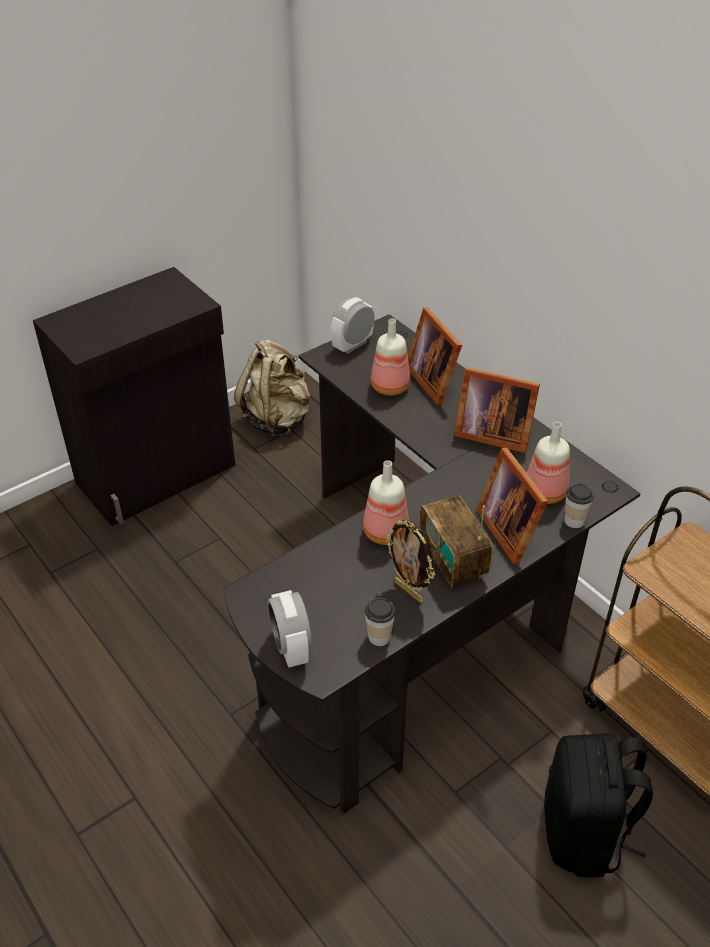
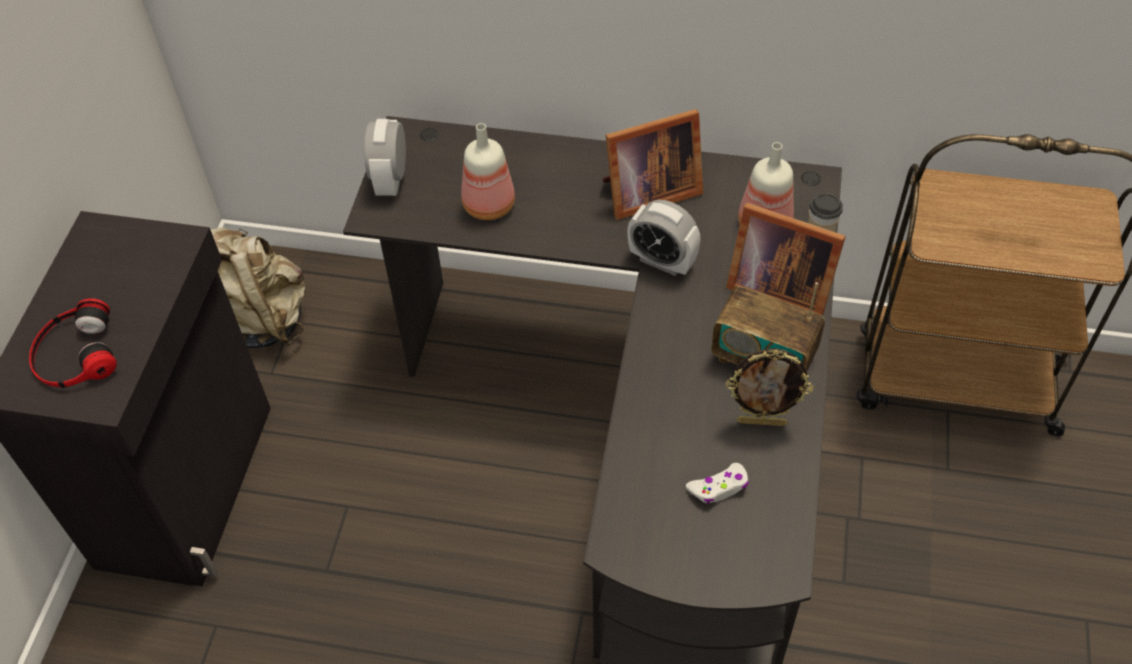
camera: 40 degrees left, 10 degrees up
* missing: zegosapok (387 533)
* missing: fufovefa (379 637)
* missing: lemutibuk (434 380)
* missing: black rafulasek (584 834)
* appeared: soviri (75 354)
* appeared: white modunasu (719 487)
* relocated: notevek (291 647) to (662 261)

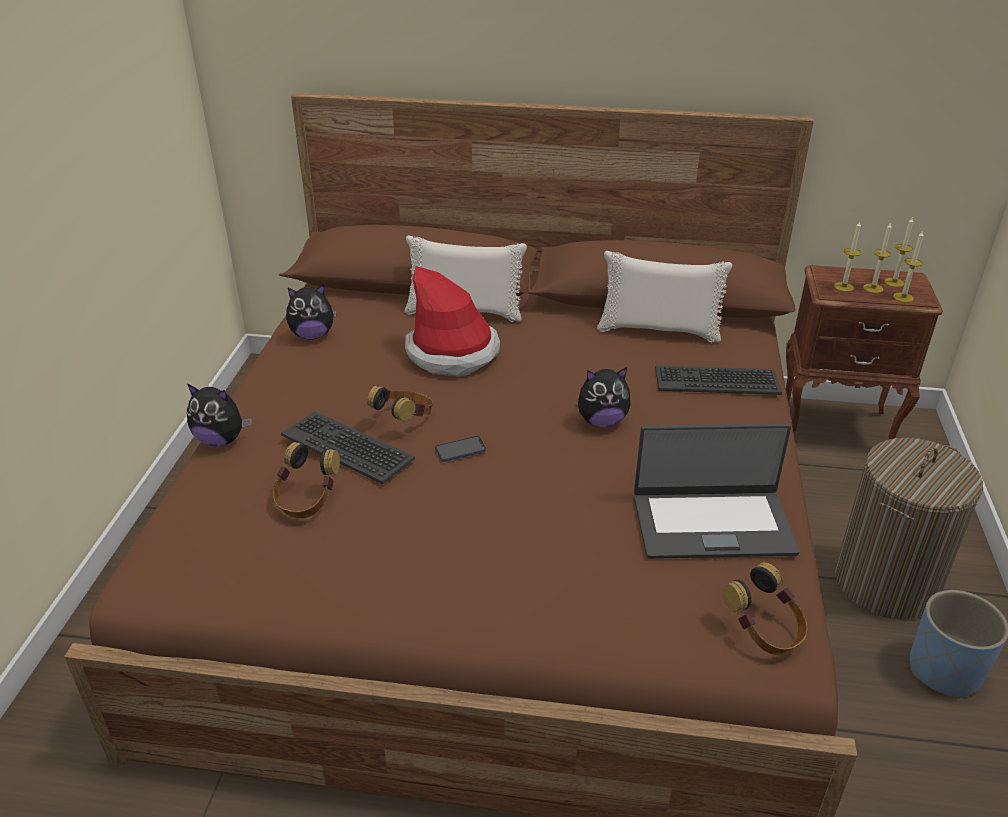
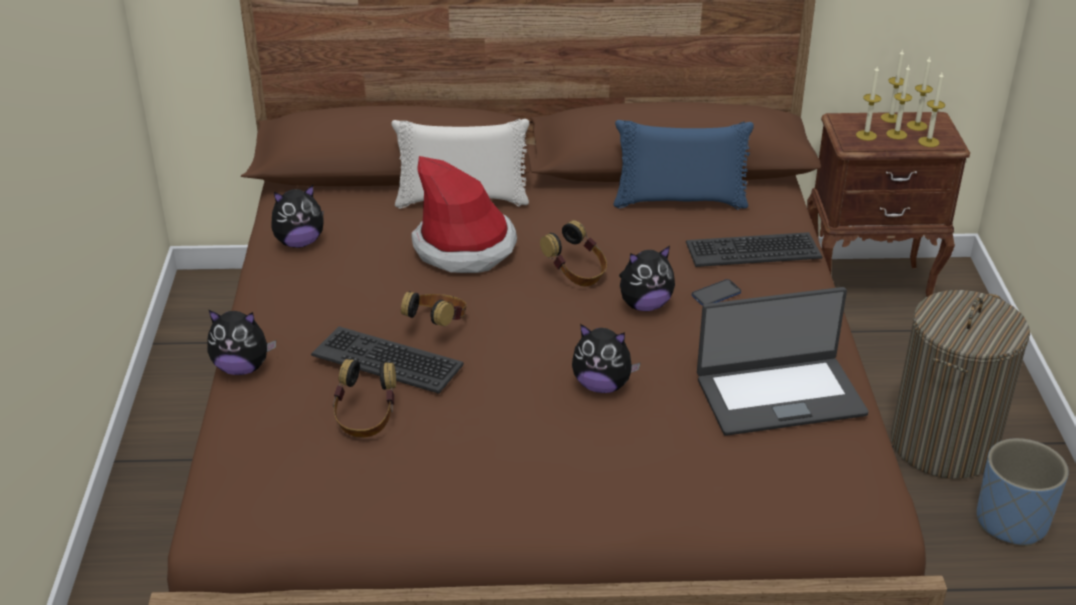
camera: 10 degrees left, 0 degrees up
* appeared: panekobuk (602 385)
* appeared: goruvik (890 118)
* relocated: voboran (460 450) to (716 294)
* relocated: soviri (764 631) to (576 274)
* colour: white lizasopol (659 330) to blue lizasopol (680 201)

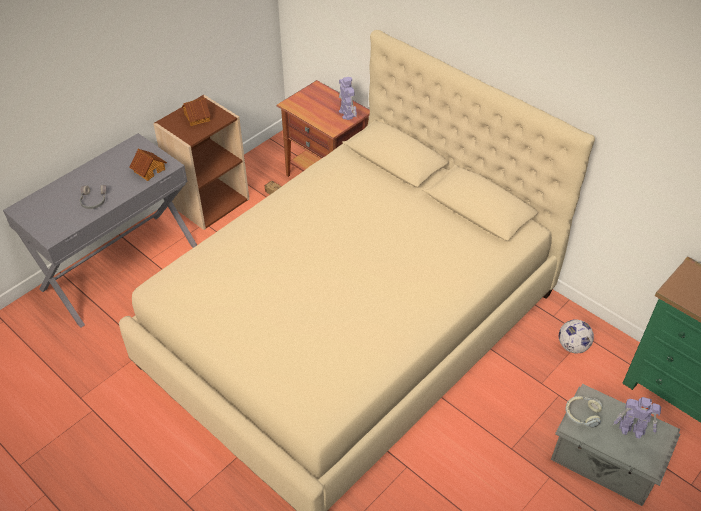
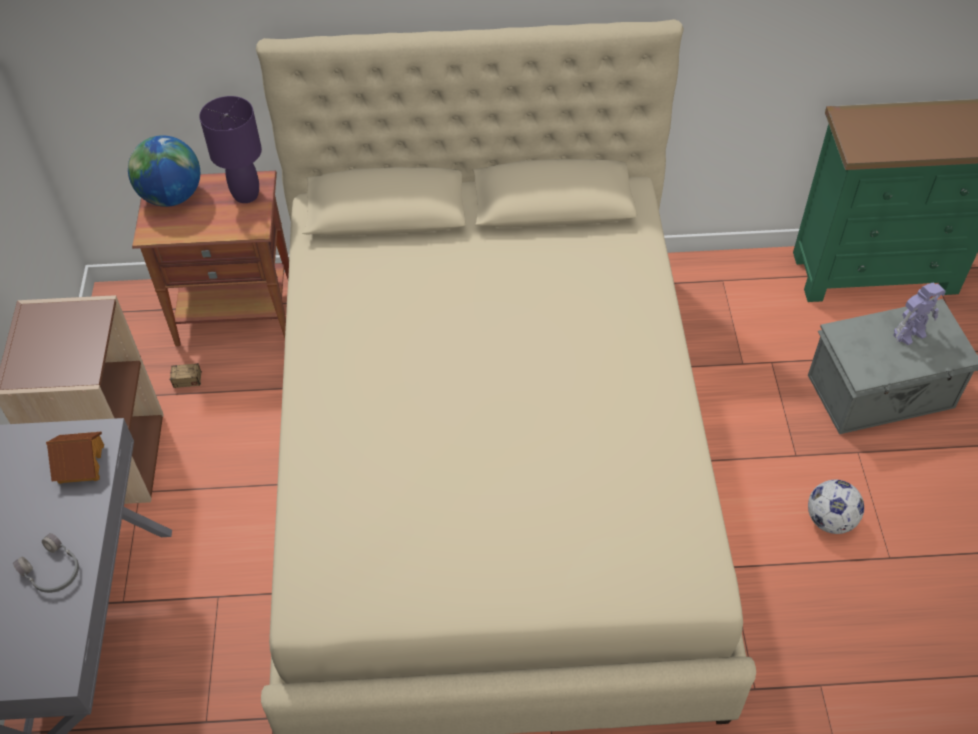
camera: 45 degrees left, 5 degrees up
* missing: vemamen (196 117)
* missing: soviri (582 414)
* appeared: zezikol (172 197)
* relocated: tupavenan (572 346) to (830 520)
* exchanged: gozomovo (346 113) to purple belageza (245 195)

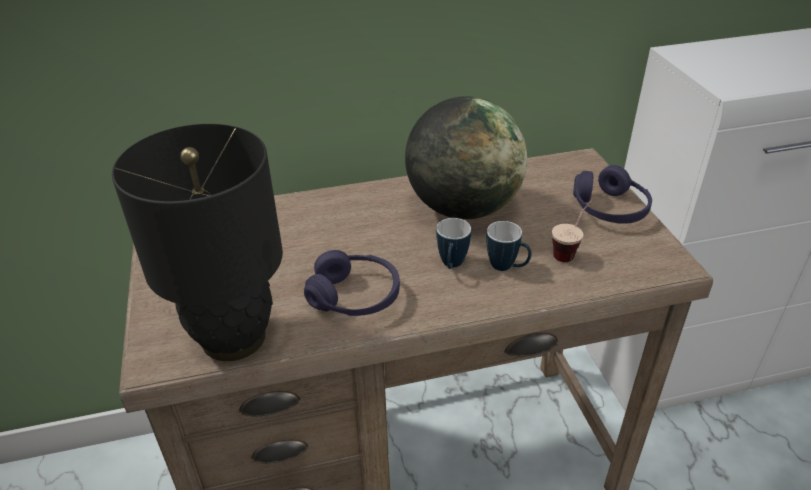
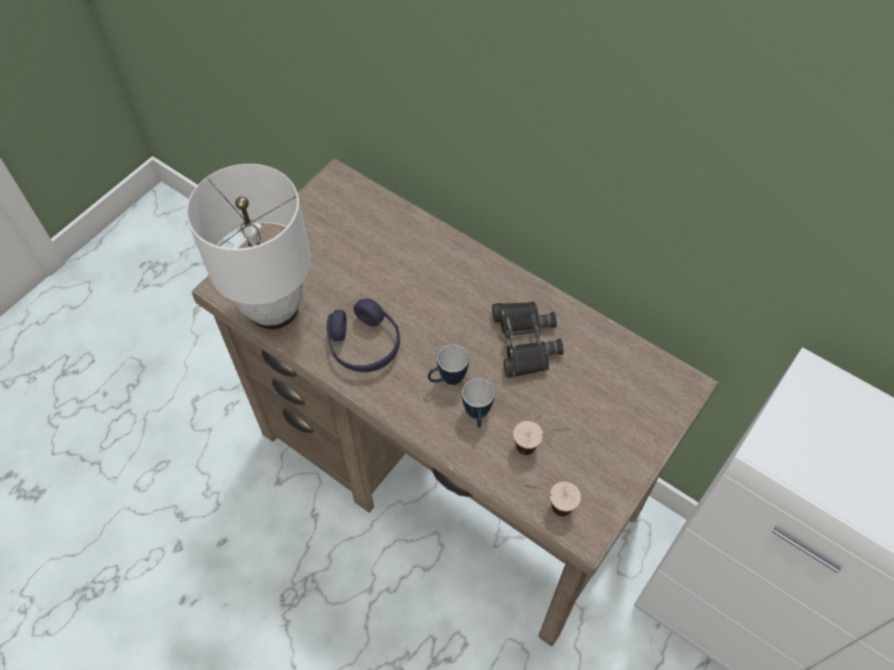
camera: 50 degrees right, 20 degrees up
* missing: purple soviri (609 209)
* appeared: fufovefa (549 506)
* exchanged: zezikol (462 208) to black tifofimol (524 342)
* colour: black belageza (234 338) to white belageza (274 309)

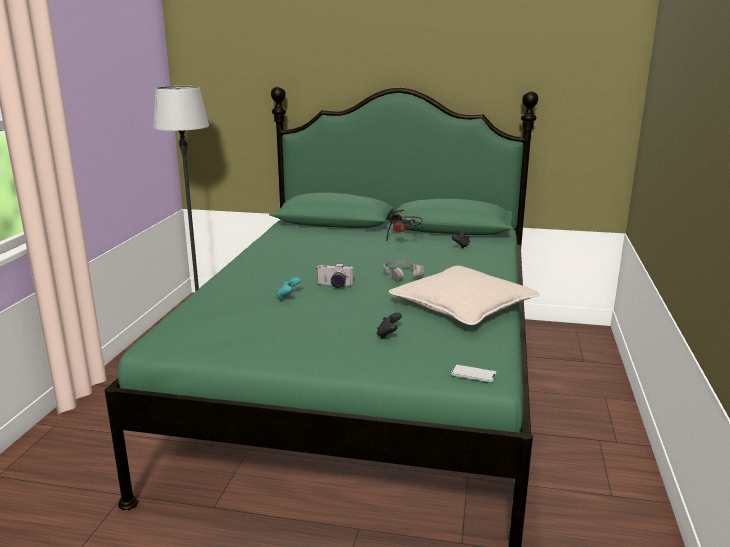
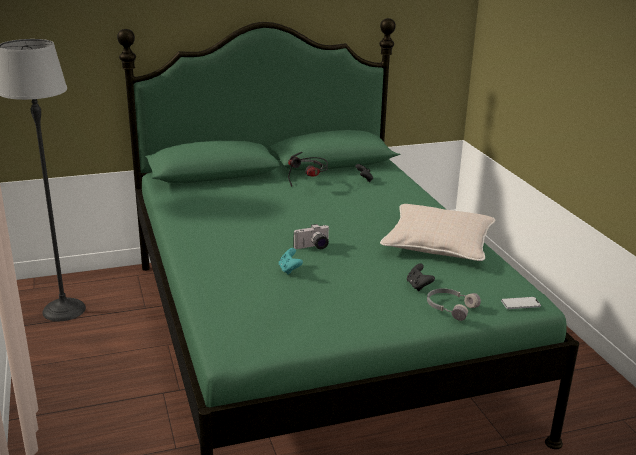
camera: 30 degrees left, 5 degrees up
* relocated: grey soviri (401 274) to (450 308)

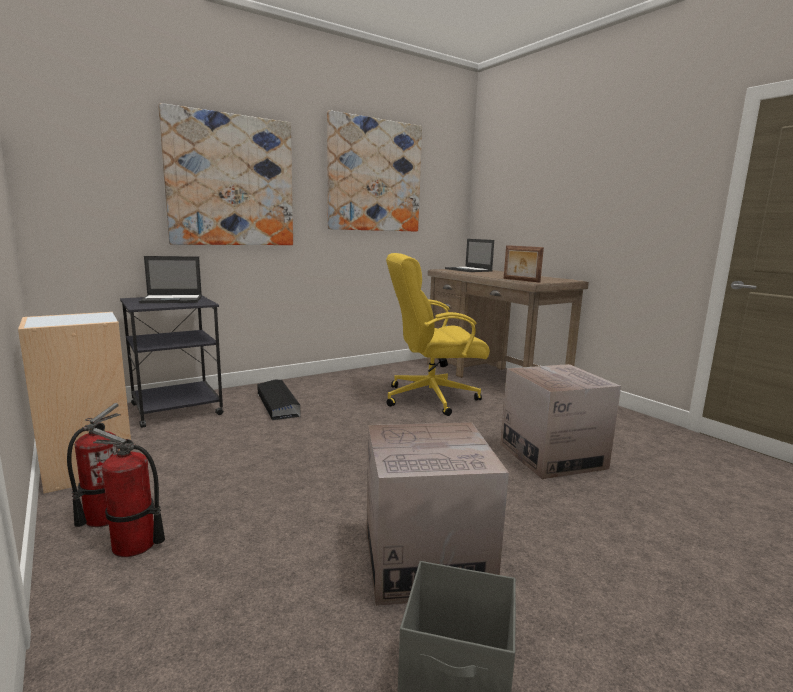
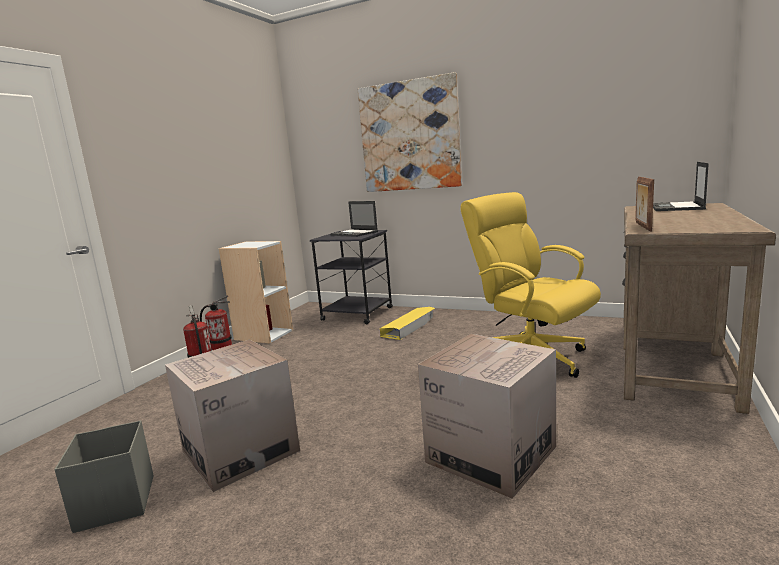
camera: 60 degrees right, 0 degrees up
* missing: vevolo (375 176)
* colour: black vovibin (277 404) to yellow vovibin (409 327)

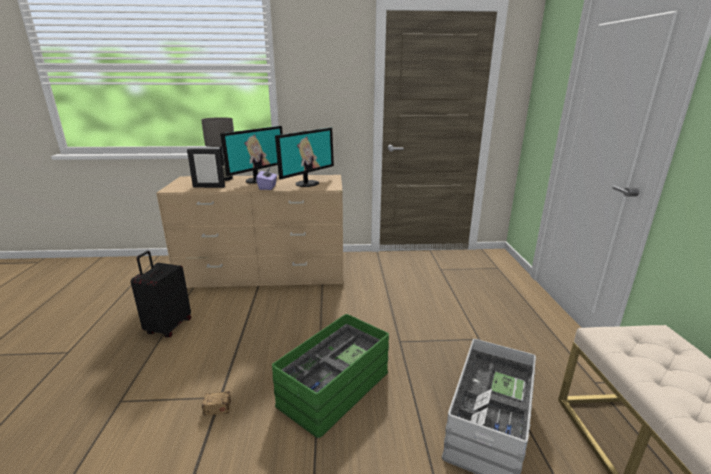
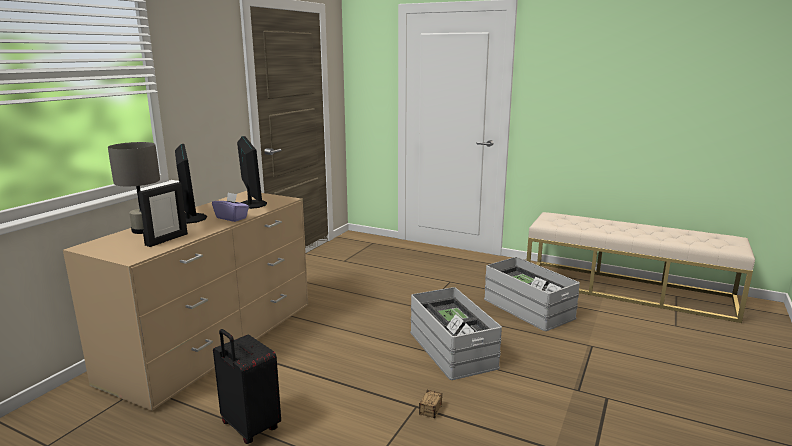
camera: 60 degrees left, 5 degrees down
* colour: green vovibin (335 388) to grey vovibin (453 349)

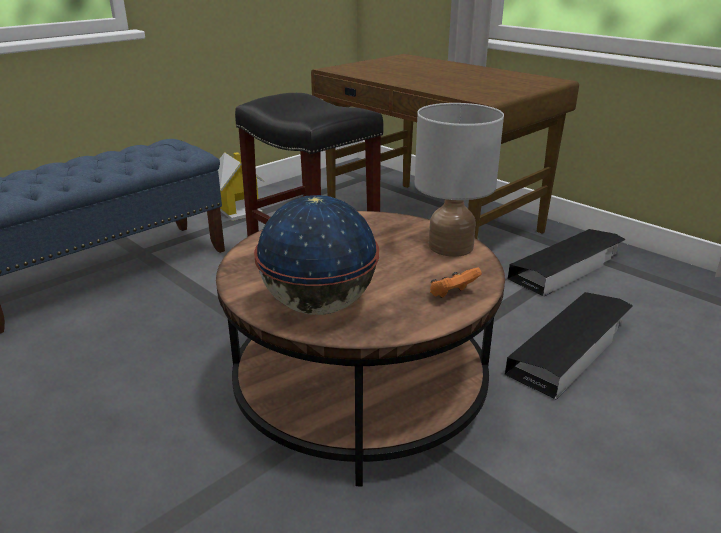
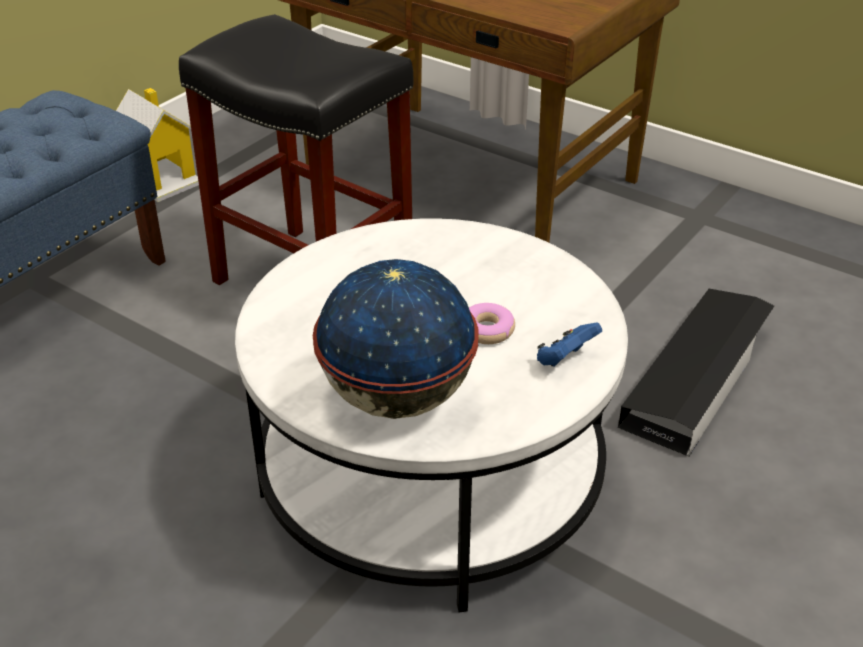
camera: 10 degrees left, 10 degrees up
* missing: grey belageza (450 247)
* missing: black vovibin (567 268)
* appeared: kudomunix (487 330)
* colour: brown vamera (360 389) to white vamera (431 474)
* colour: orange modunasu (452 294) to blue modunasu (565 359)

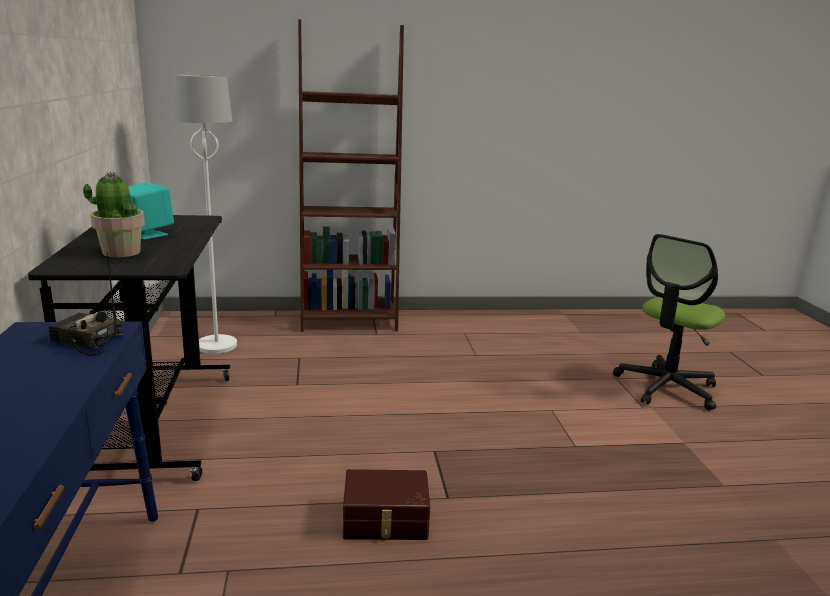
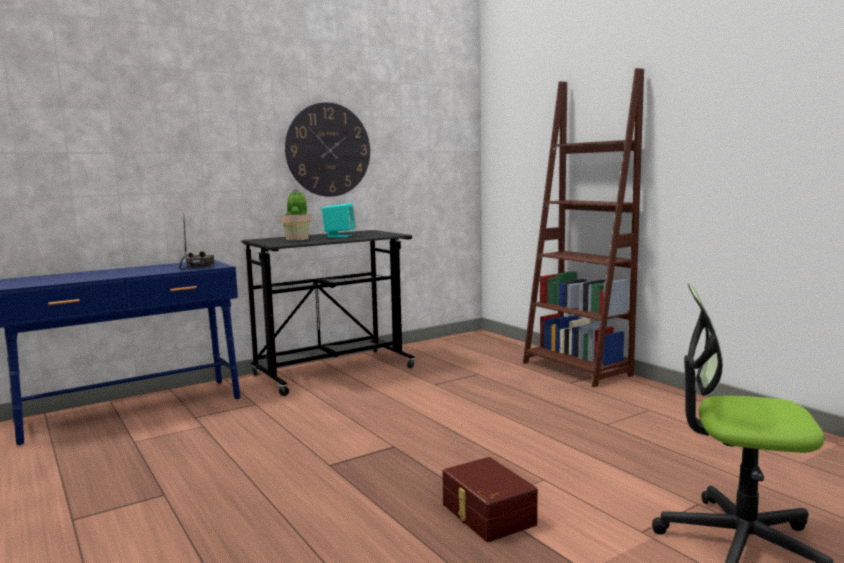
camera: 65 degrees right, 10 degrees down
* missing: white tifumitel (216 345)
* appeared: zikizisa (328 150)
* relocated: brown vovibin (385 521) to (486 515)

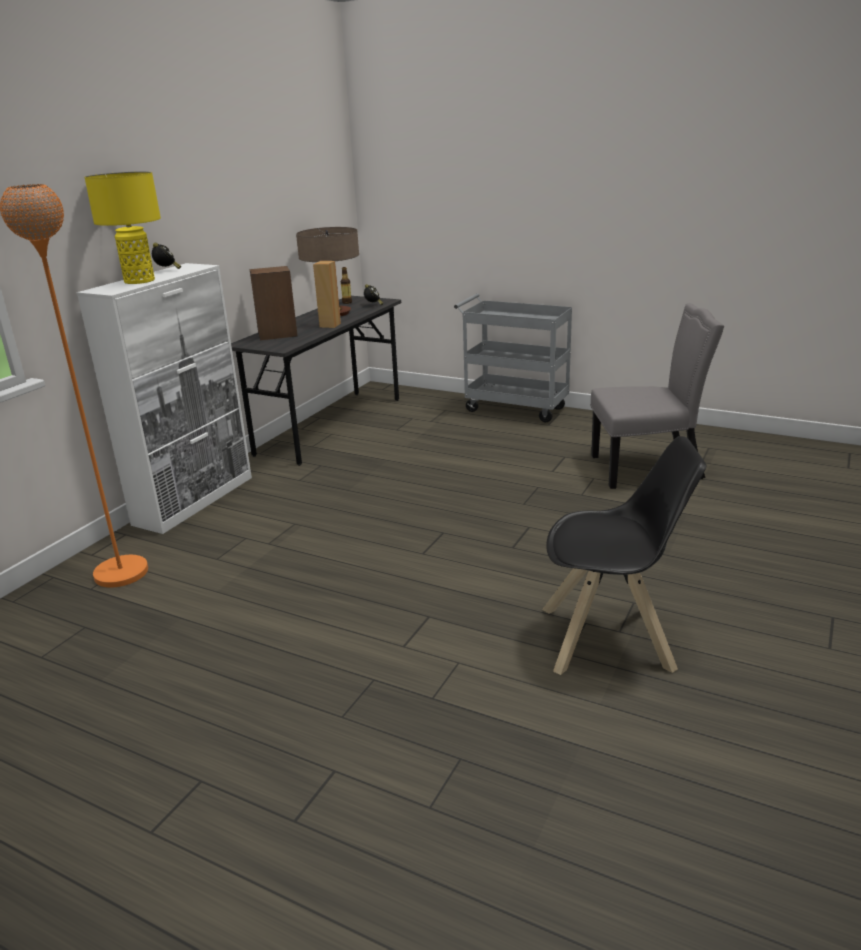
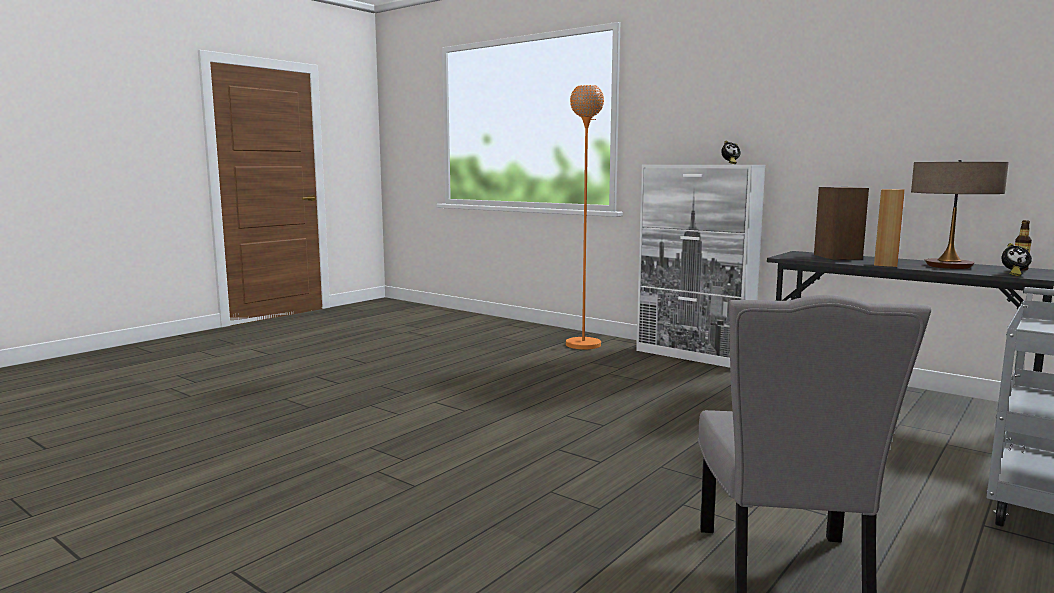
camera: 100 degrees right, 15 degrees down
* missing: yellow belageza (140 281)
* missing: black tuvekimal (611 639)

